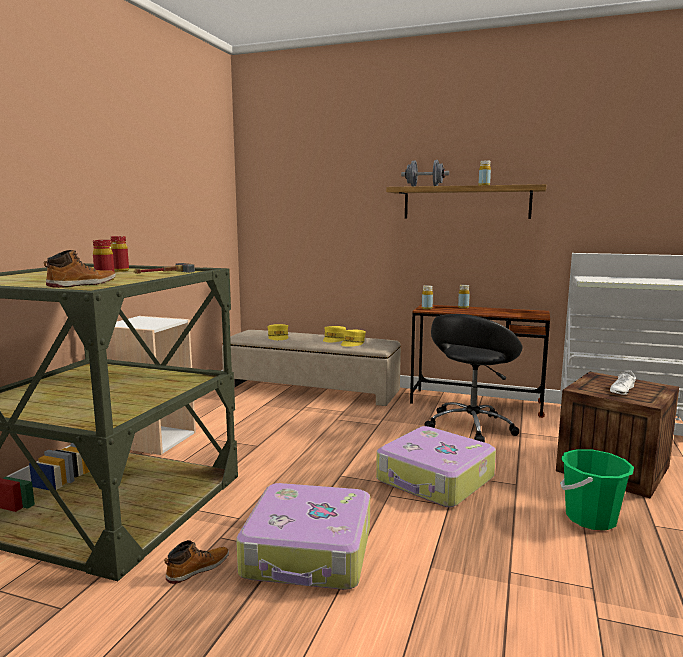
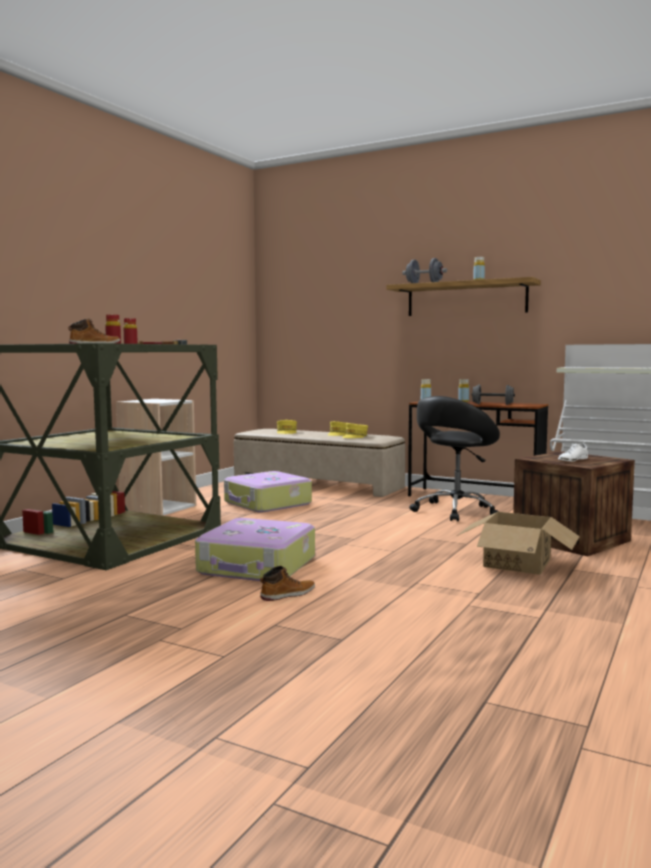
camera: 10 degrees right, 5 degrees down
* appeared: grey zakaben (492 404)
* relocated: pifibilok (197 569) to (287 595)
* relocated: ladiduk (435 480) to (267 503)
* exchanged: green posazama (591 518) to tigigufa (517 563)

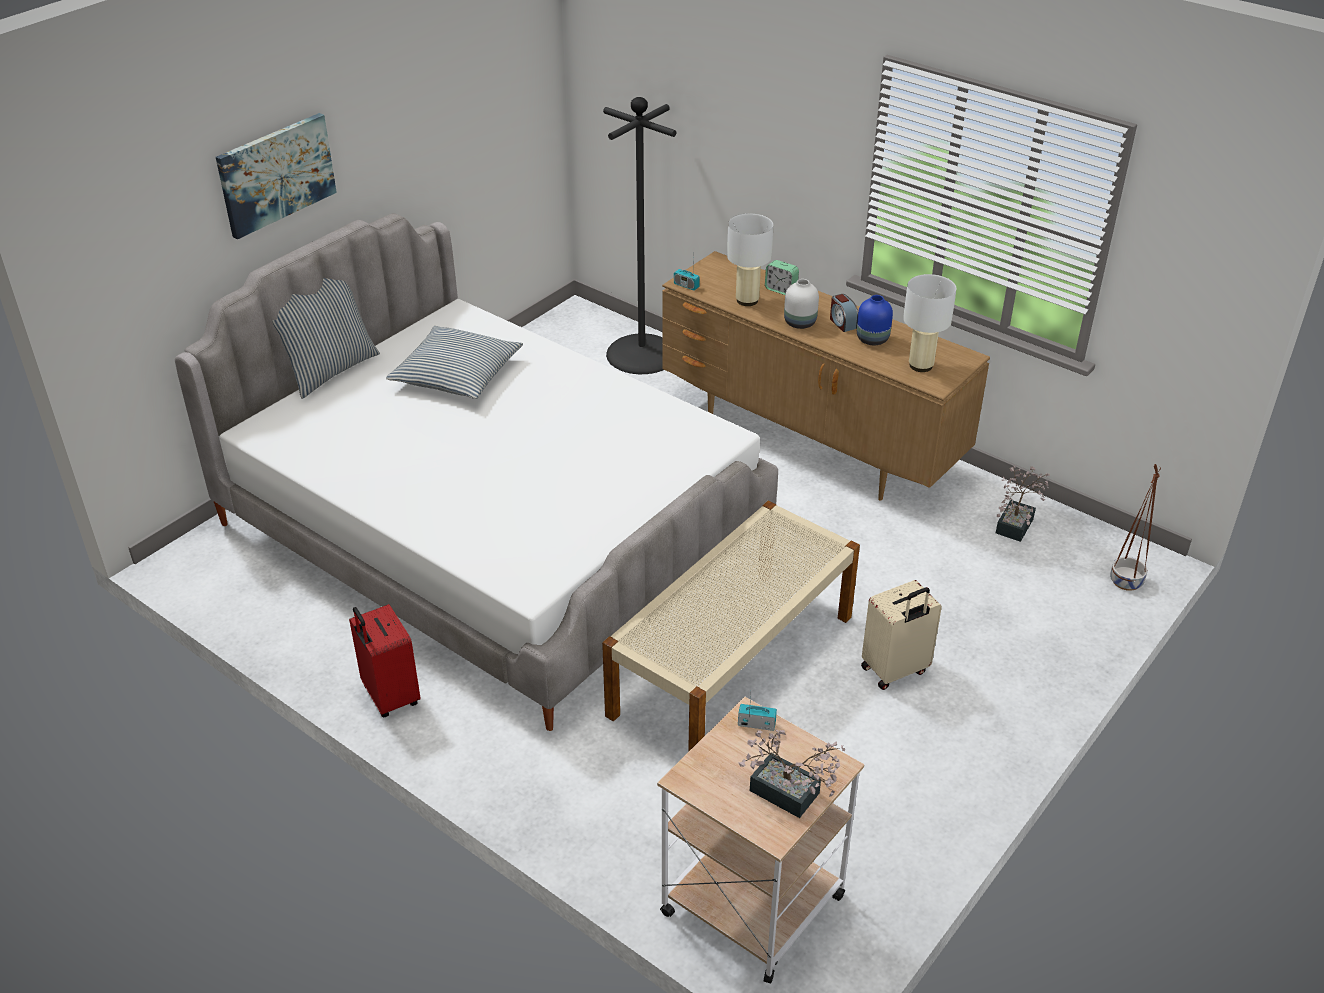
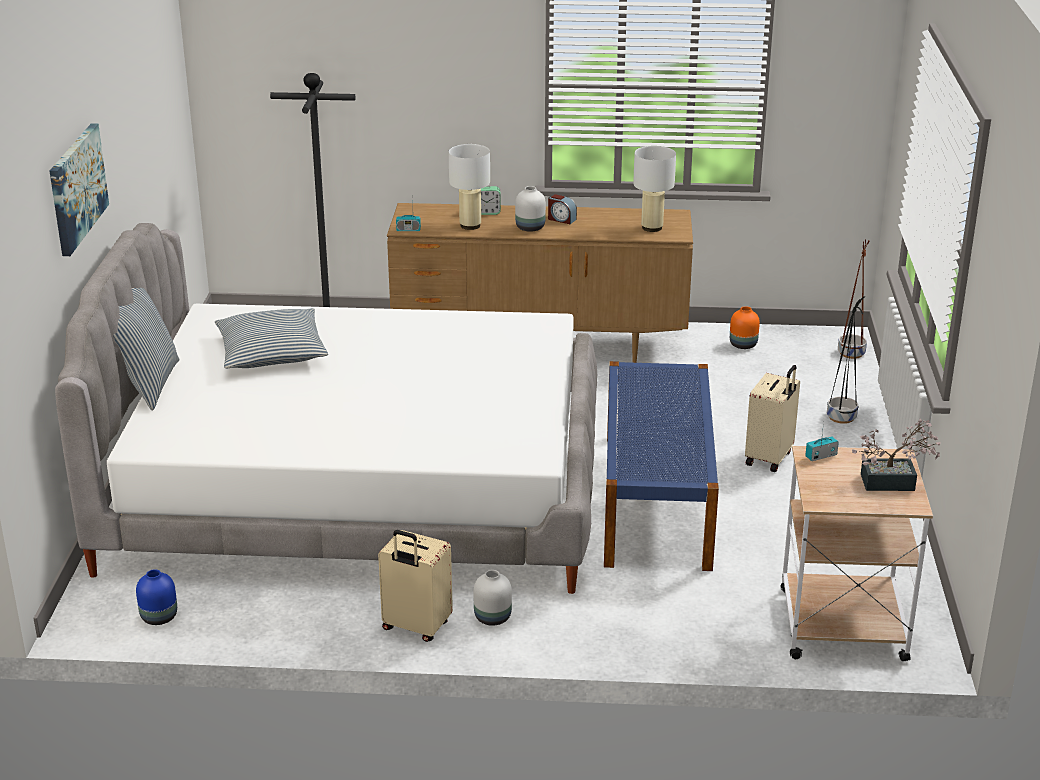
camera: 35 degrees left, 10 degrees down
* appeared: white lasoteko (492 618)
* appeared: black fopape (842 417)
* relocated: blue lasoteko (871 339) to (158 617)
* exchanged: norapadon (1016 523) to orange lasoteko (744 345)
* colour: red ladiduk (389 697) to beige ladiduk (415 627)
* colour: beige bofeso (731 664) to blue bofeso (655 499)

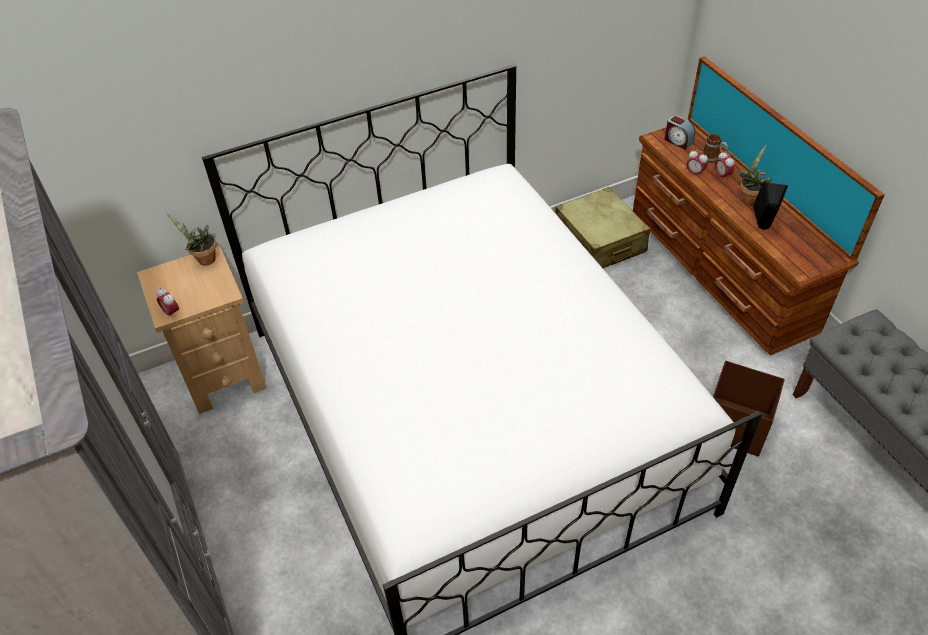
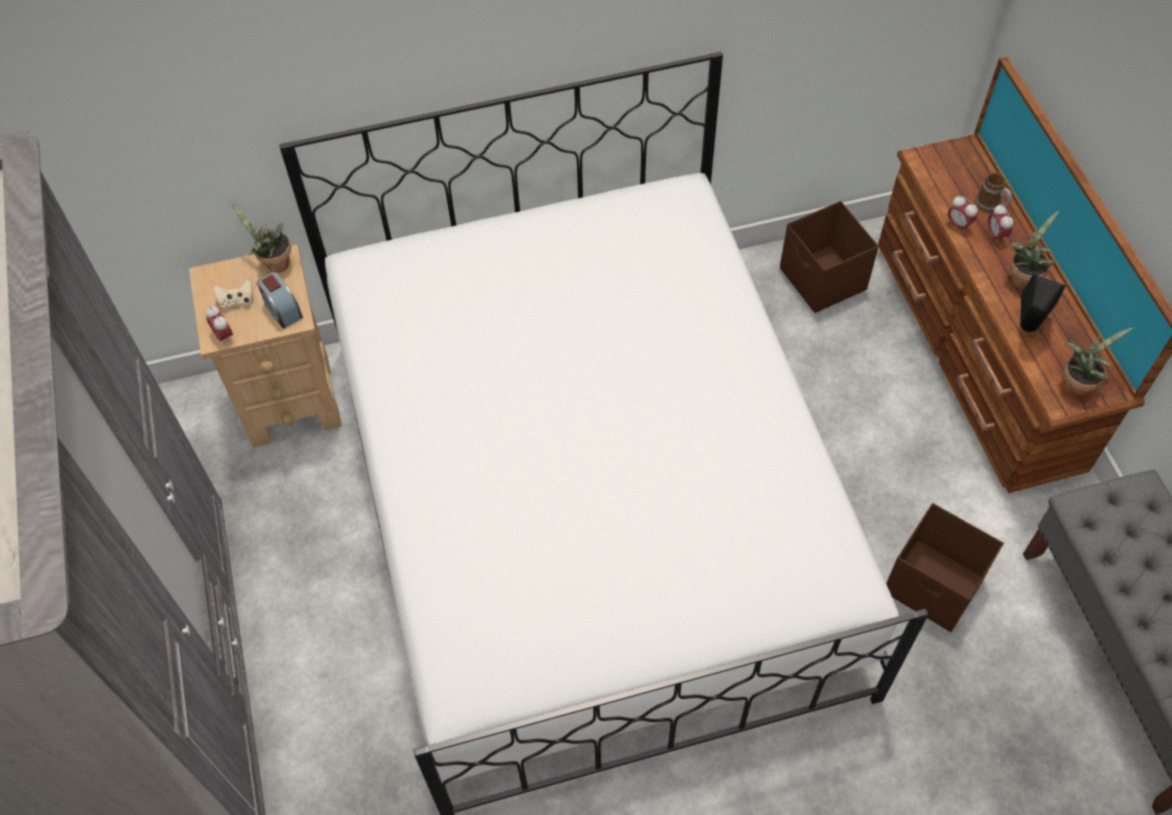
camera: 10 degrees right, 10 degrees up
* appeared: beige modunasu (237 301)
* appeared: norapadon (1077 384)
* relocated: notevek (678 141) to (282 310)
* exchanged: beige ladiduk (599 241) to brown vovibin (822 280)

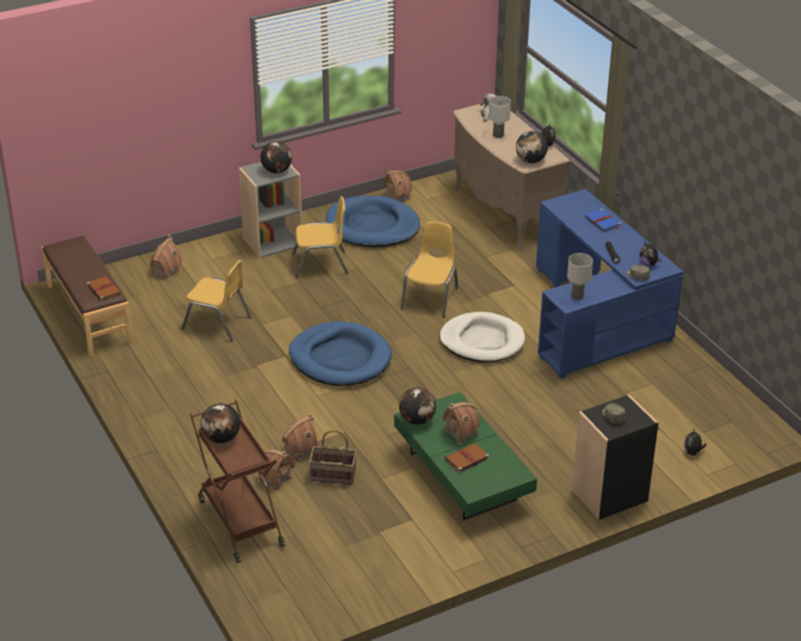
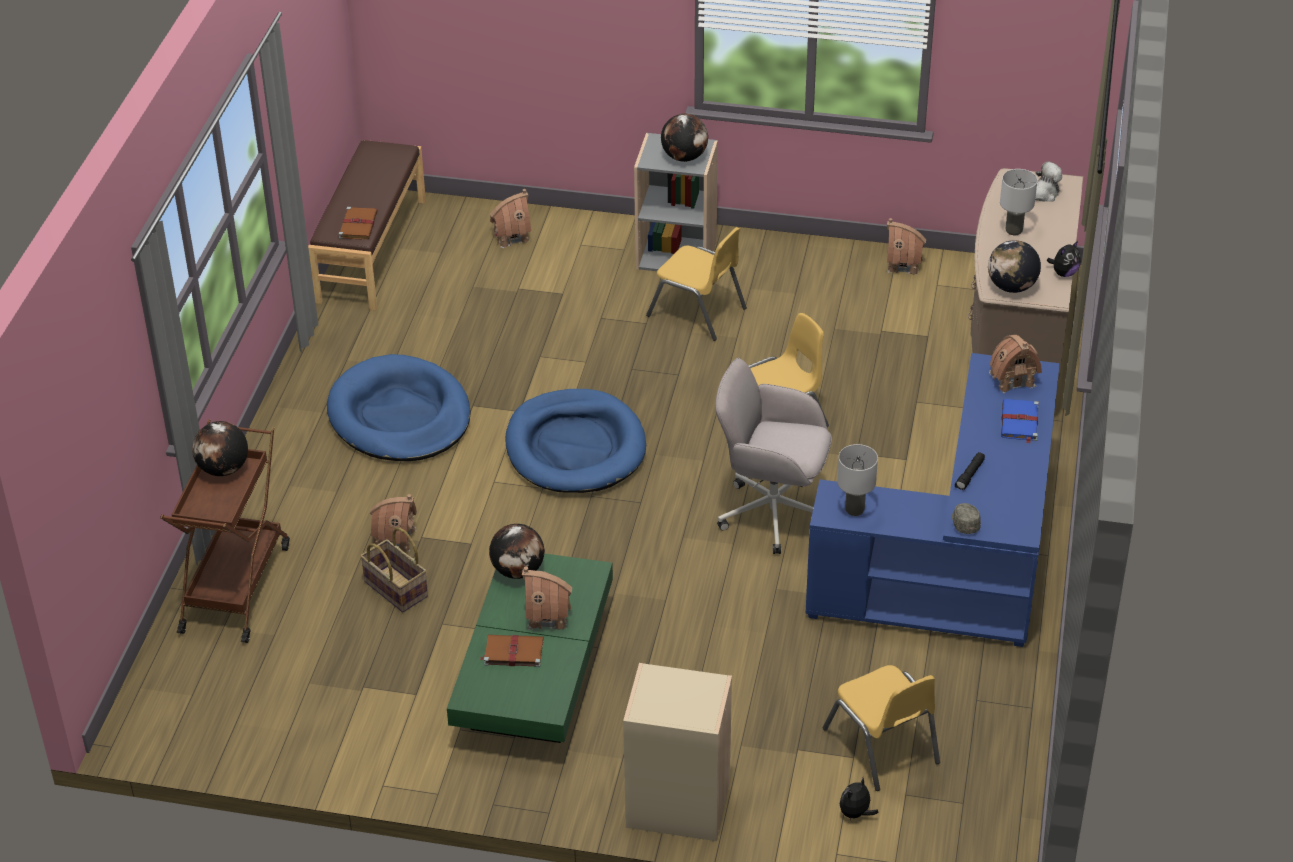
camera: 40 degrees right, 5 degrees up
* missing: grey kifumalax (612 416)
* missing: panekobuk (648 264)
* relocated: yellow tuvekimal (217 323) to (882 746)
* relocated: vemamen (275 479) to (1012 379)
* relocated: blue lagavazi (372 226) to (400 416)
* exchanged: white lagavazi (482 341) to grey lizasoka (771 514)
* colour: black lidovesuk (609 496) to beige lidovesuk (676 805)

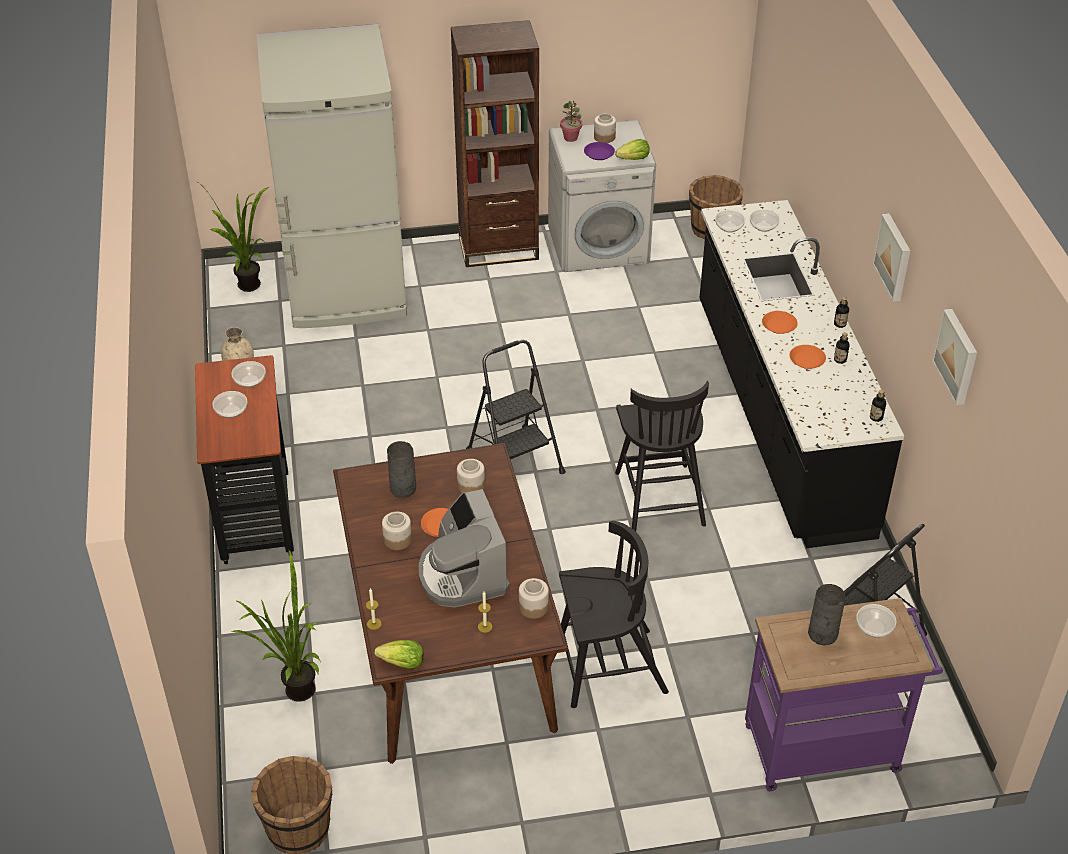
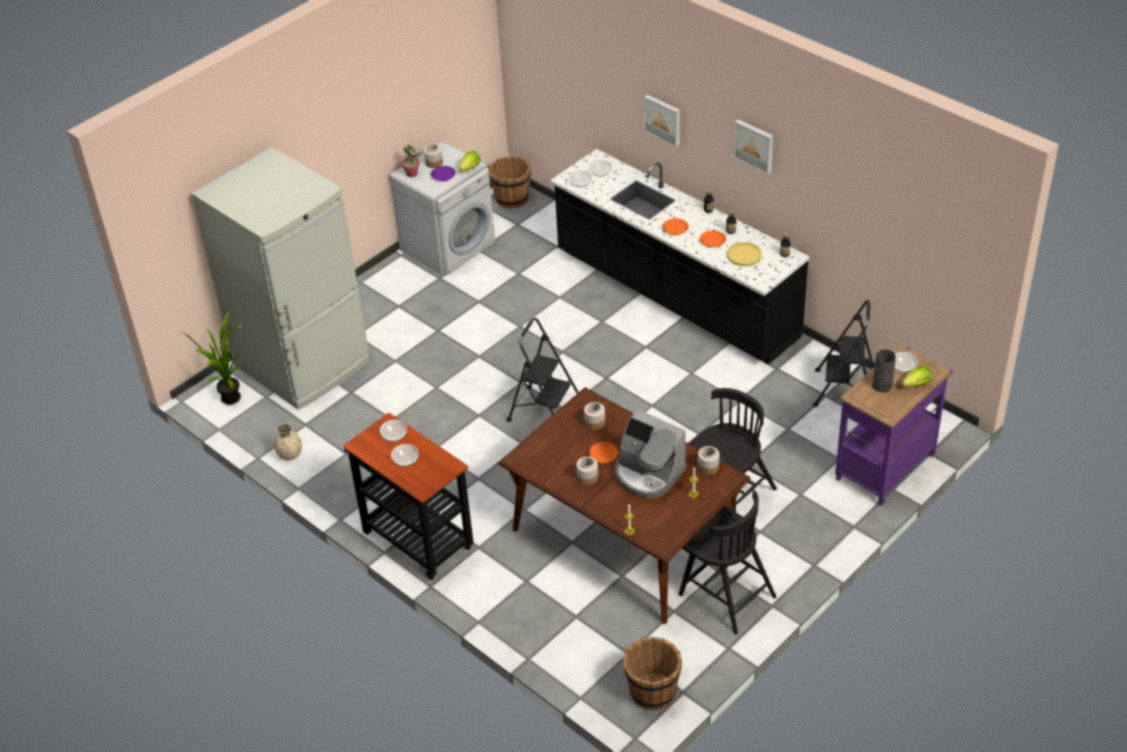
camera: 35 degrees left, 0 degrees up
* missing: norapadon (293 693)
* missing: grey lasoteko (403 489)
* missing: brown lidovesuk (498 248)
* appeared: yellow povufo (744 255)
* relocated: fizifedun (402 663) to (916 384)
* relocated: black tuvekimal (659 496) to (725 594)
* relocated: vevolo (957 356) to (663 119)

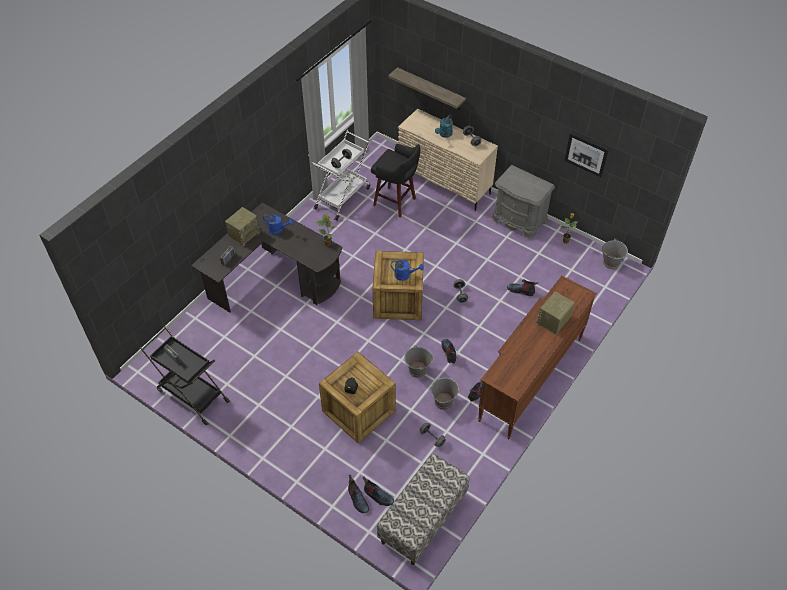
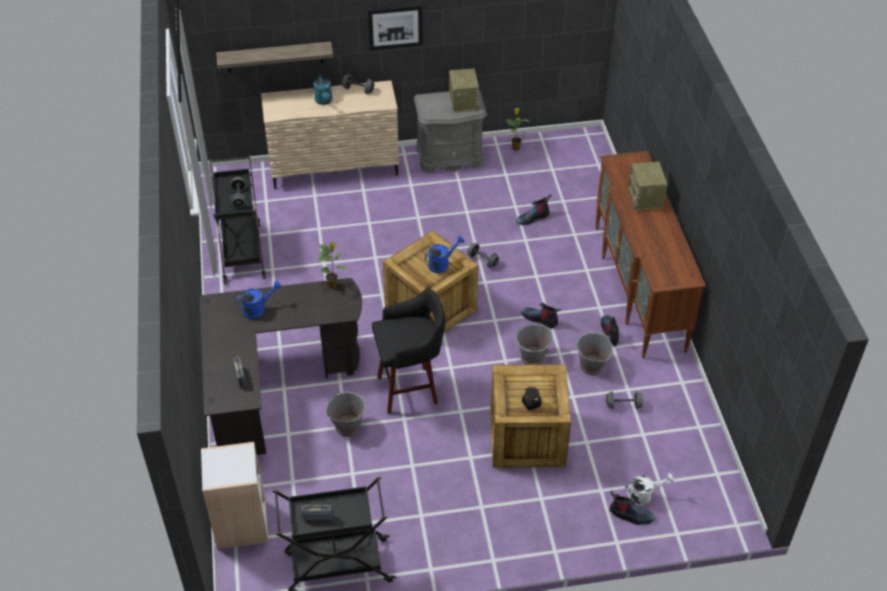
camera: 45 degrees left, 5 degrees down
* missing: bofeso (423 519)
* appeared: lidovesuk (241 524)
* relocated: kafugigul (244 234) to (463 101)
* relocated: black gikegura (396 203) to (410 390)
* relocated: vevolo (586 154) to (395 27)
* relocated: grey posazama (611 262) to (348 426)
* exchanged: pifibilok (377 496) to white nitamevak (644 496)
* colour: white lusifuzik (343 198) to black lusifuzik (243 252)

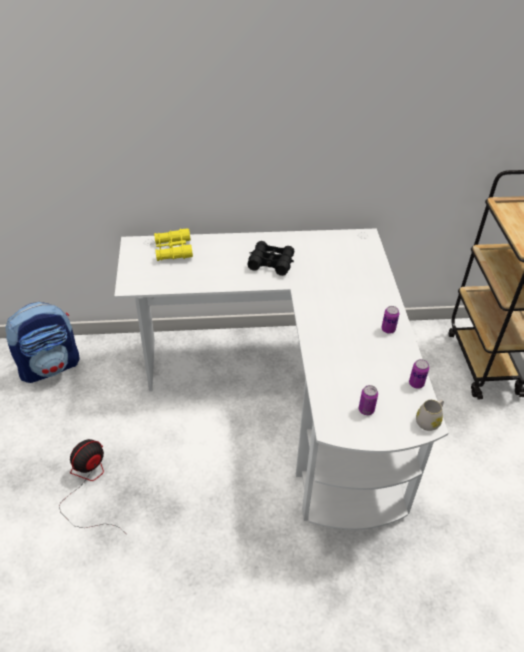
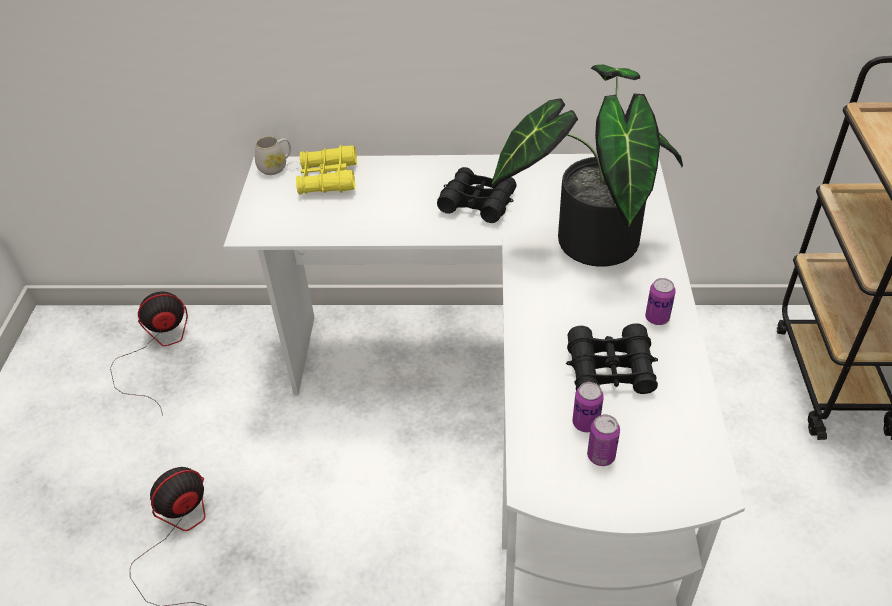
camera: 10 degrees right, 0 degrees up
* appeared: norapadon (588 239)
* appeared: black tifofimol (610 369)
* relocated: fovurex (416 383) to (585 423)
* relocated: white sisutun (429 421) to (276 167)
* exchanged: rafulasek (50 366) to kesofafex (157 350)

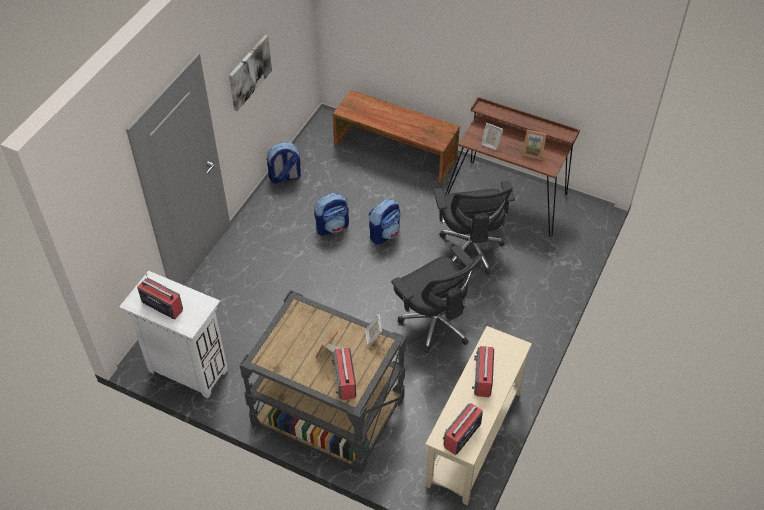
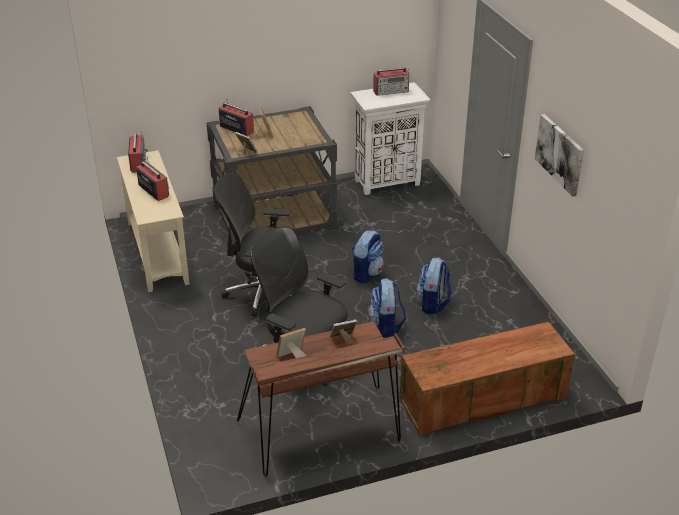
camera: 135 degrees right, 15 degrees down
* relocated: rafulasek (285 177) to (366 273)

